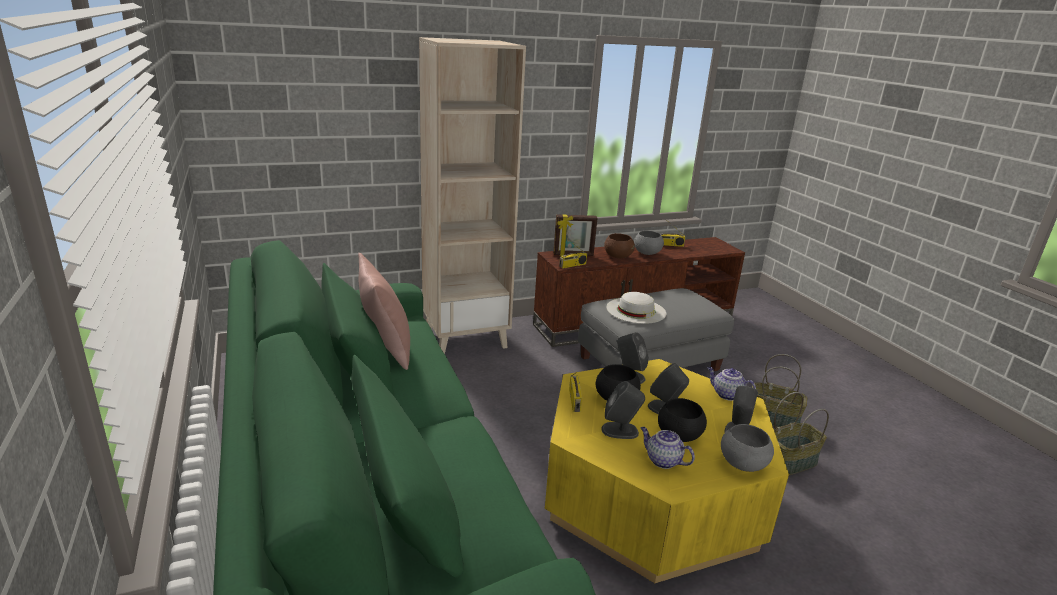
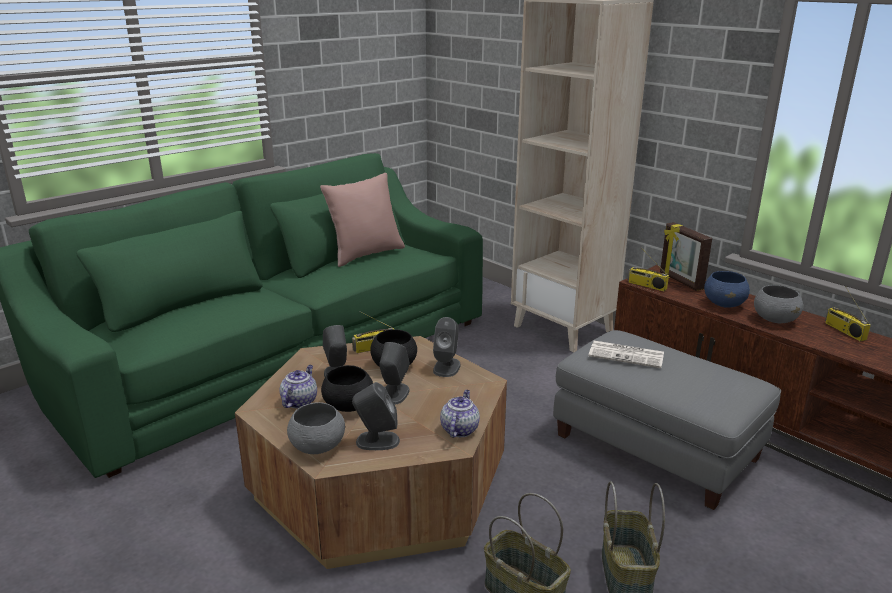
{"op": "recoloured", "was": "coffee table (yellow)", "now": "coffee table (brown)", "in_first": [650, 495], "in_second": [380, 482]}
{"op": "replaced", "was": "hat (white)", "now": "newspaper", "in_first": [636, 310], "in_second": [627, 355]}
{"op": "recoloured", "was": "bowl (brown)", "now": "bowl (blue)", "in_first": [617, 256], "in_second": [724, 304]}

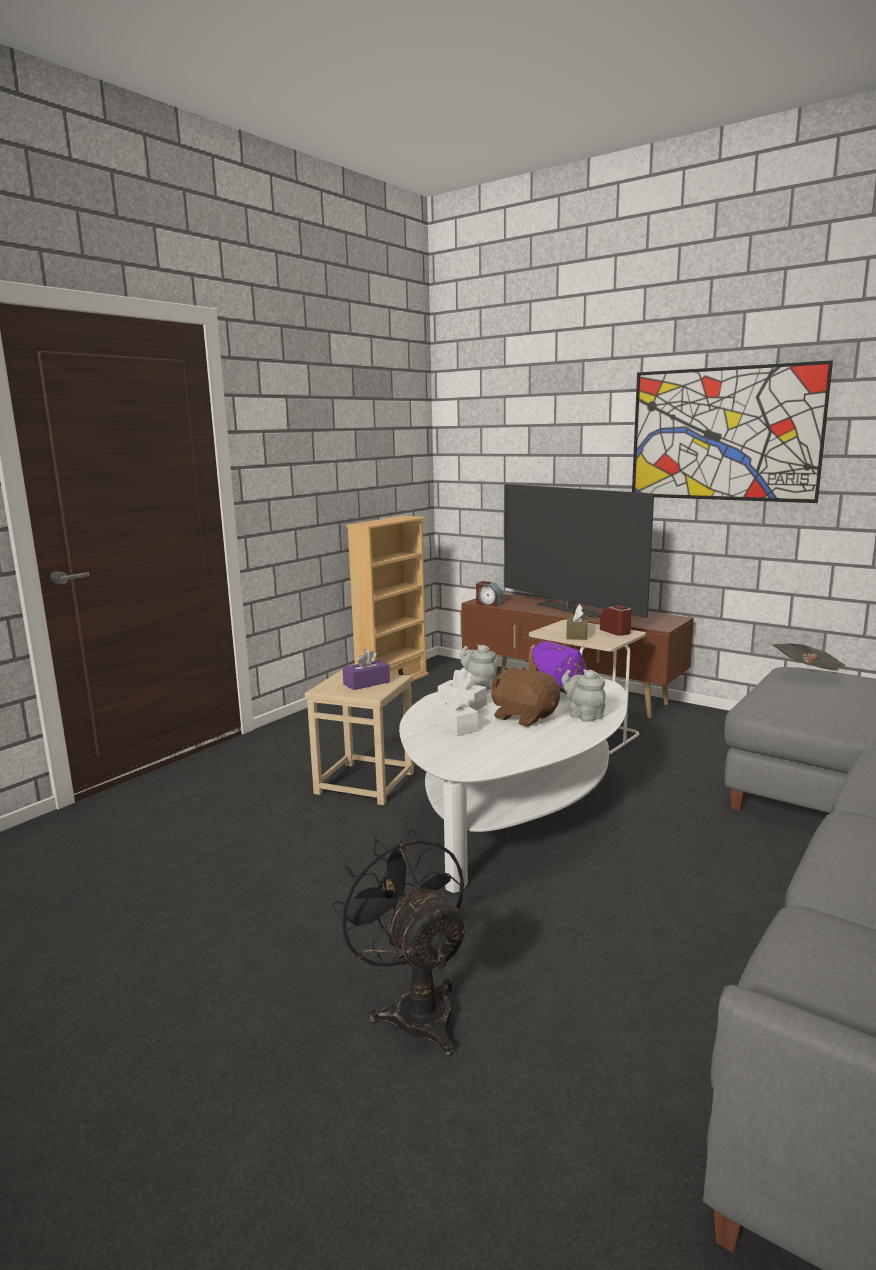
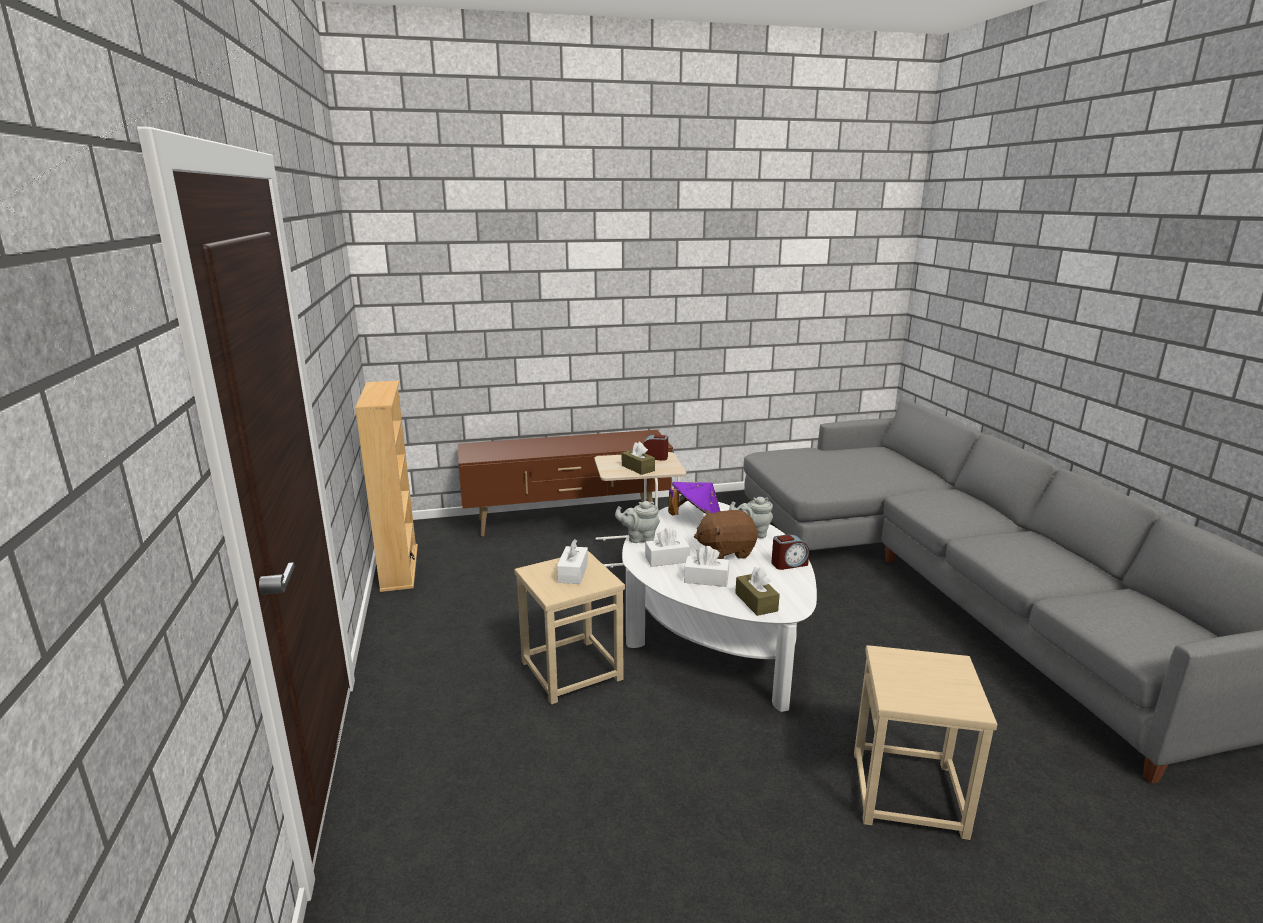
{"op": "recoloured", "was": "tissue box (purple)", "now": "tissue box (white)", "in_first": [366, 683], "in_second": [573, 573]}
{"op": "added", "now": "tissue box (brown)", "in_second": [756, 602]}
{"op": "moved", "was": "alarm clock", "in_first": [488, 604], "in_second": [789, 564]}
{"op": "replaced", "was": "fan (black)", "now": "stool (beige)", "in_first": [415, 1008], "in_second": [909, 793]}
{"op": "removed", "was": "television", "in_first": [570, 610]}
{"op": "removed", "was": "picture", "in_first": [723, 434]}
{"op": "removed", "was": "newspaper", "in_first": [809, 675]}

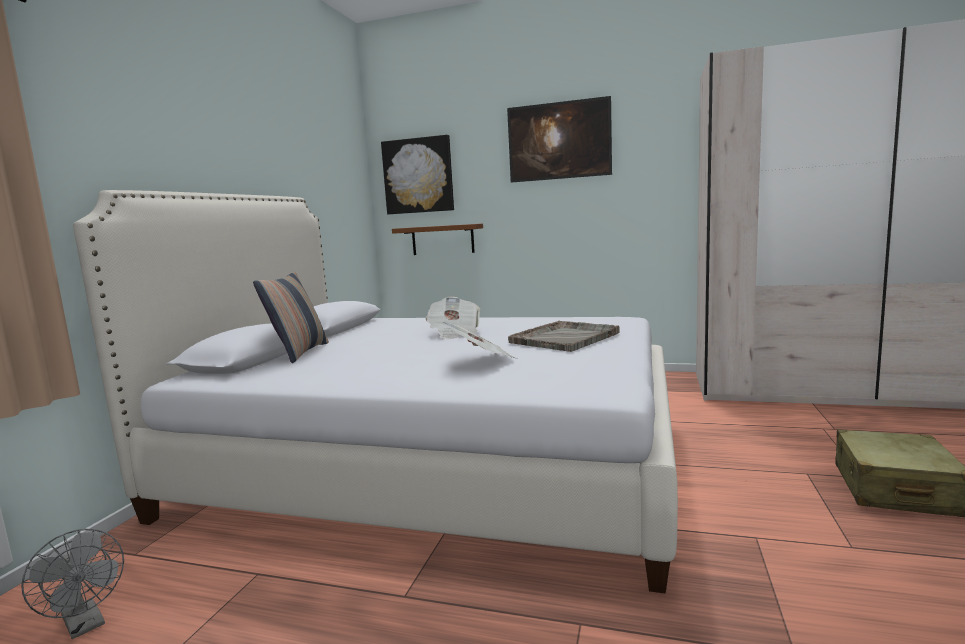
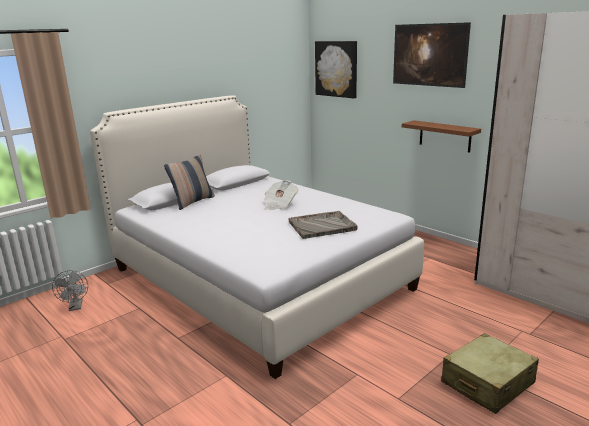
{"op": "moved", "was": "shelf (brown)", "in_first": [442, 239], "in_second": [445, 136]}
{"op": "removed", "was": "newspaper", "in_first": [480, 359]}

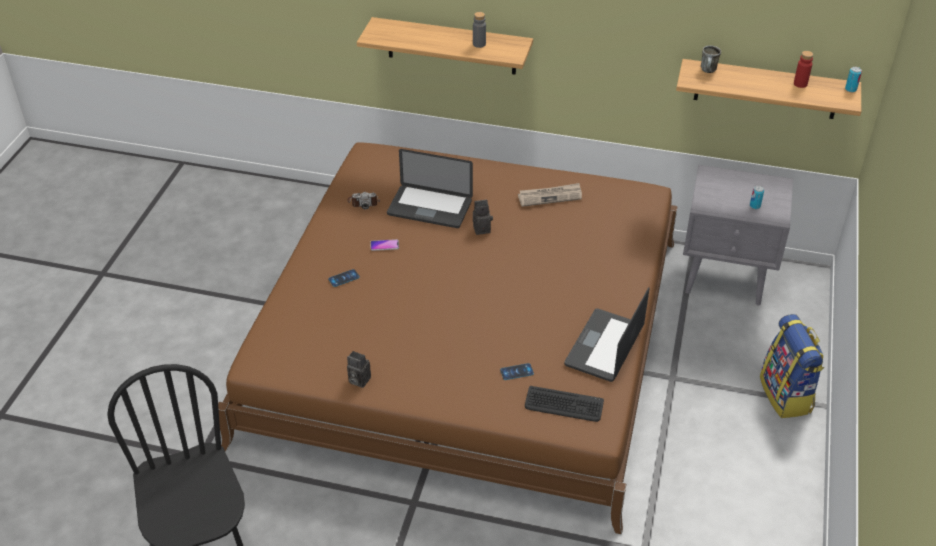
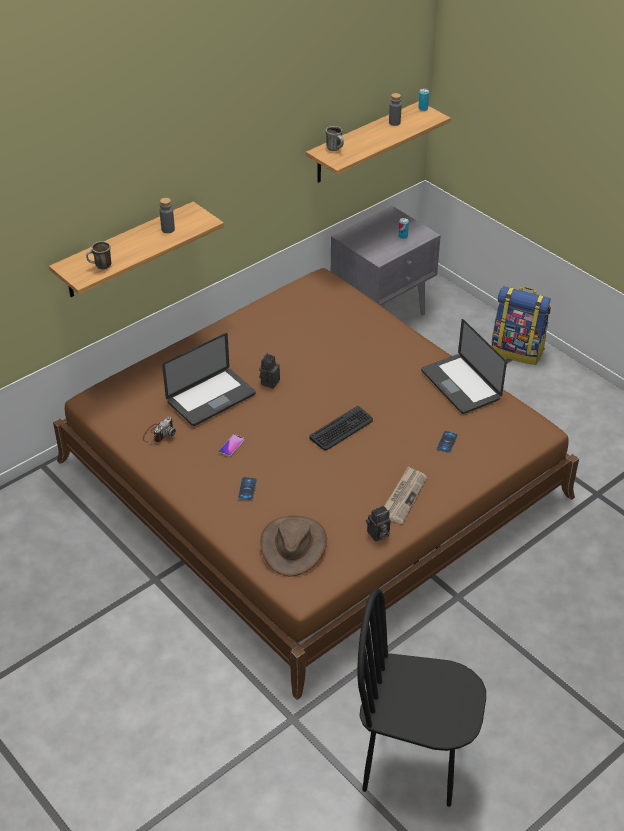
{"op": "added", "now": "mug", "in_second": [100, 266]}
{"op": "added", "now": "hat (brown)", "in_second": [293, 545]}
{"op": "moved", "was": "keyboard", "in_first": [564, 405], "in_second": [341, 429]}
{"op": "moved", "was": "newspaper", "in_first": [550, 196], "in_second": [403, 496]}
{"op": "recoloured", "was": "bottle (red)", "now": "bottle (grey)", "in_first": [800, 84], "in_second": [394, 123]}

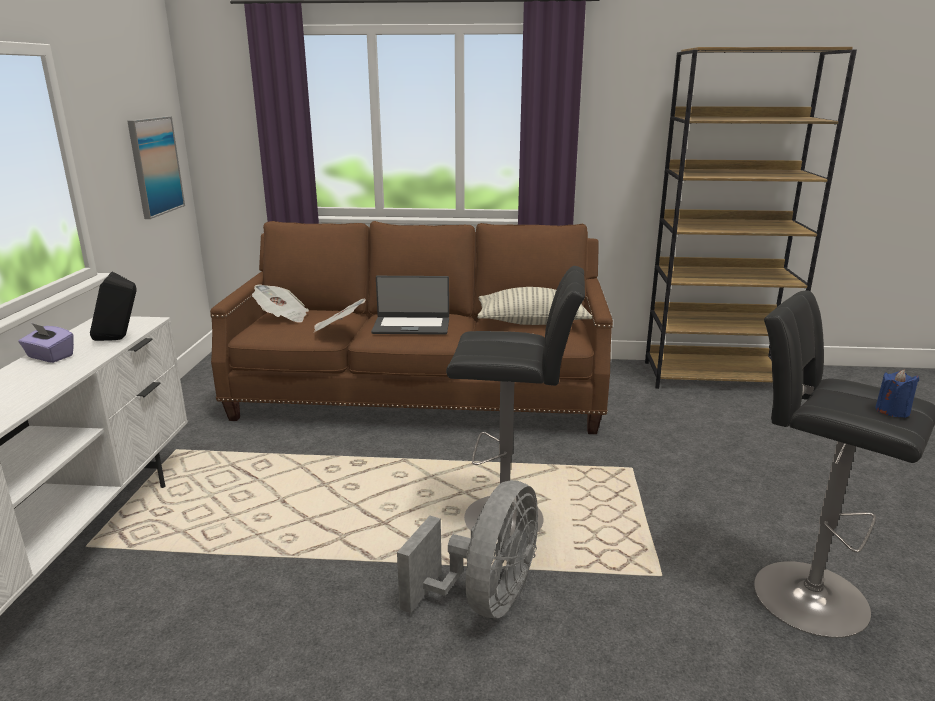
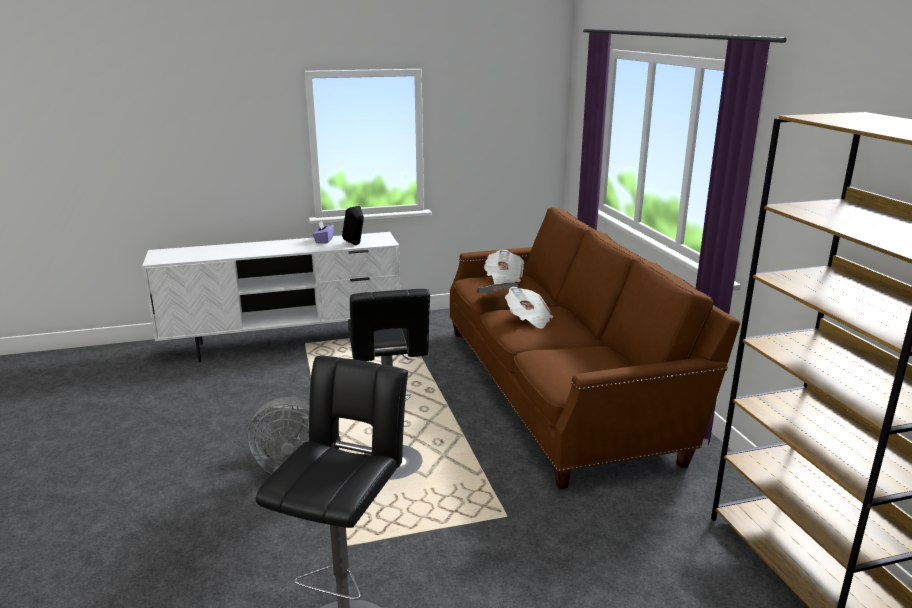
{"op": "replaced", "was": "laptop", "now": "newspaper", "in_first": [411, 326], "in_second": [528, 319]}
{"op": "removed", "was": "picture", "in_first": [155, 166]}
{"op": "removed", "was": "pillow", "in_first": [532, 322]}
{"op": "removed", "was": "candle (blue)", "in_first": [892, 411]}

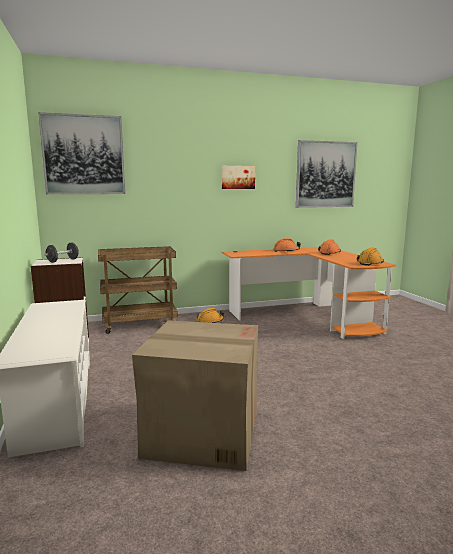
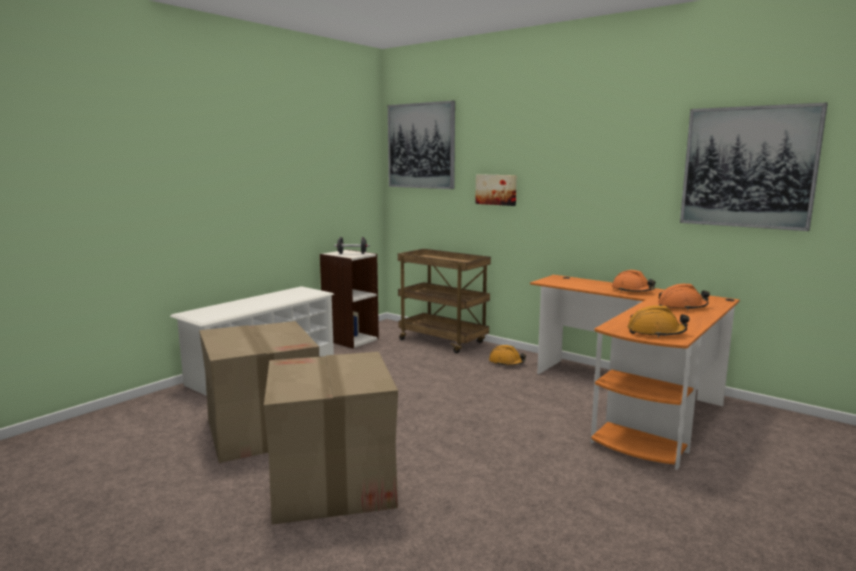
{"op": "added", "now": "cardboard box", "in_second": [332, 483]}
{"op": "moved", "was": "picture", "in_first": [238, 177], "in_second": [496, 189]}

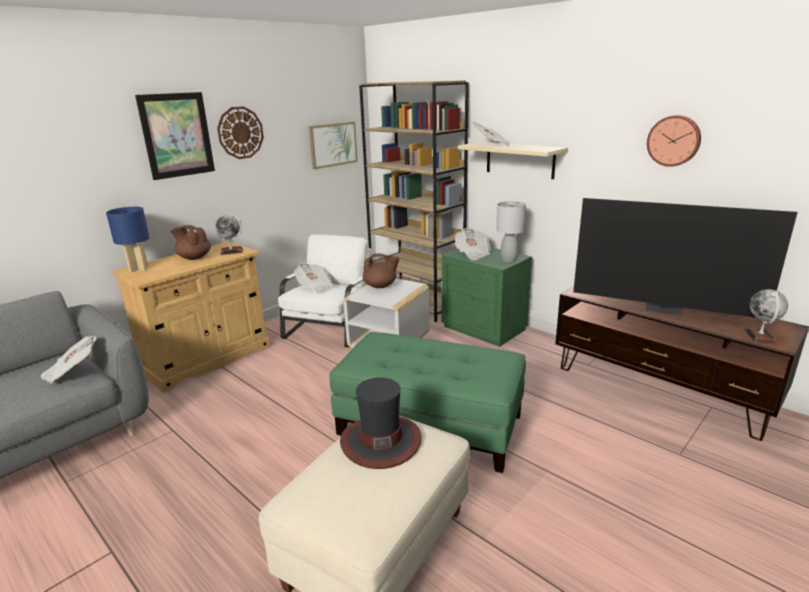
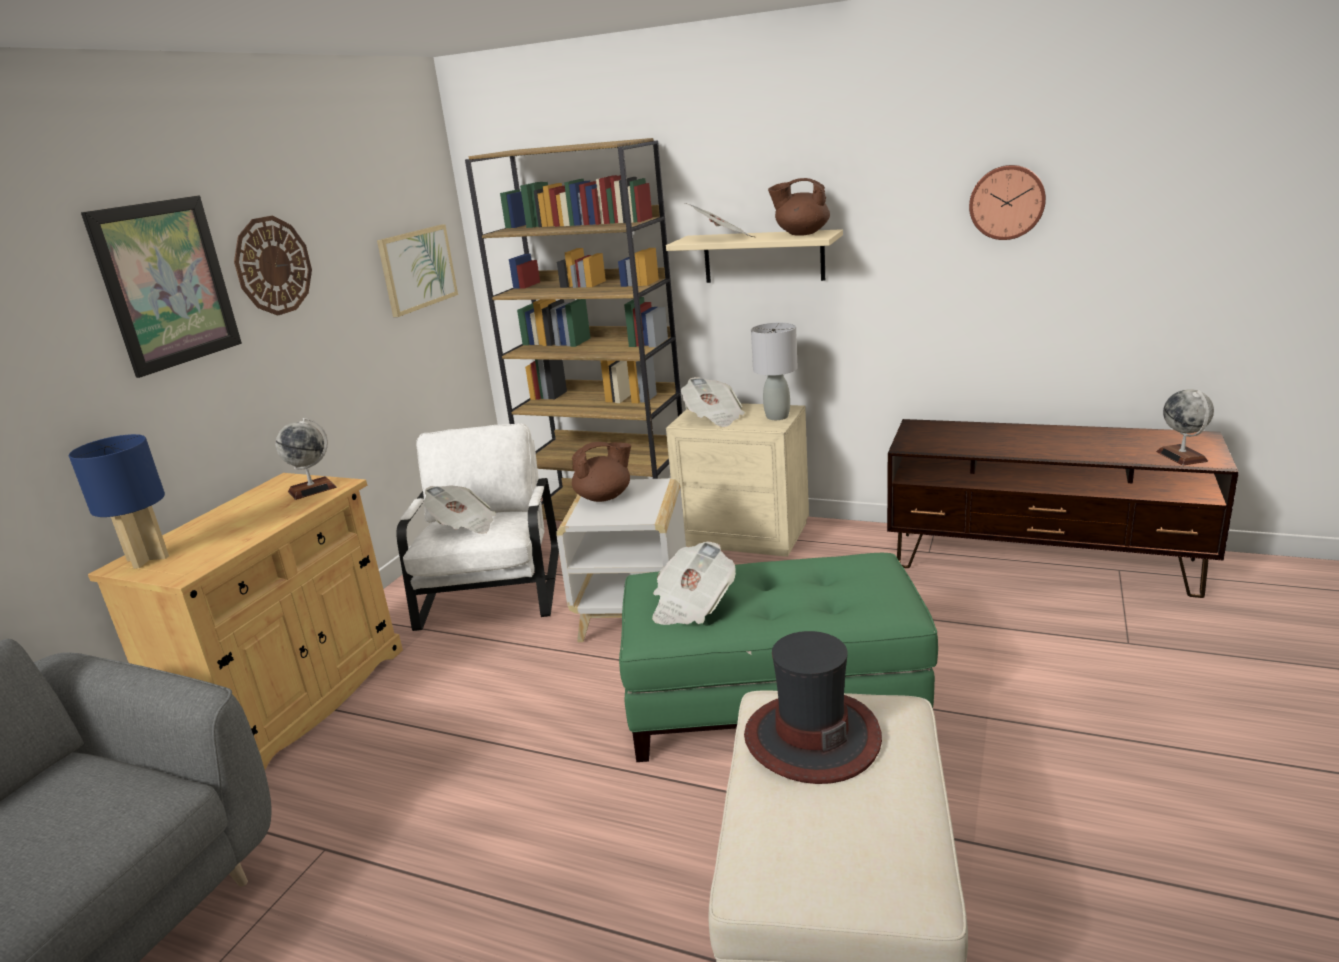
{"op": "moved", "was": "newspaper", "in_first": [72, 372], "in_second": [691, 606]}
{"op": "recoloured", "was": "nightstand (green)", "now": "nightstand (beige)", "in_first": [484, 328], "in_second": [744, 534]}
{"op": "moved", "was": "teapot (brown)", "in_first": [194, 257], "in_second": [801, 234]}
{"op": "removed", "was": "television", "in_first": [664, 308]}

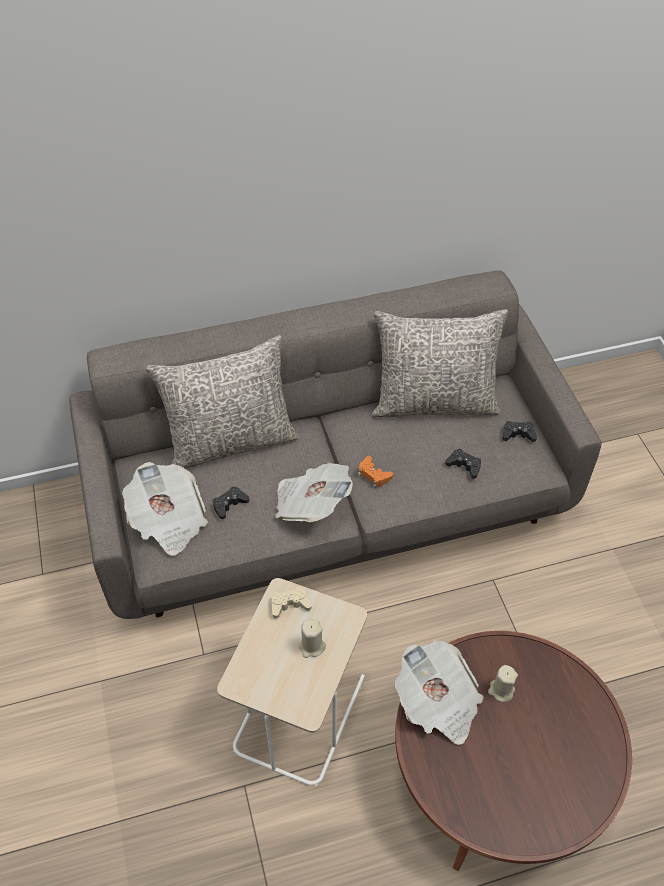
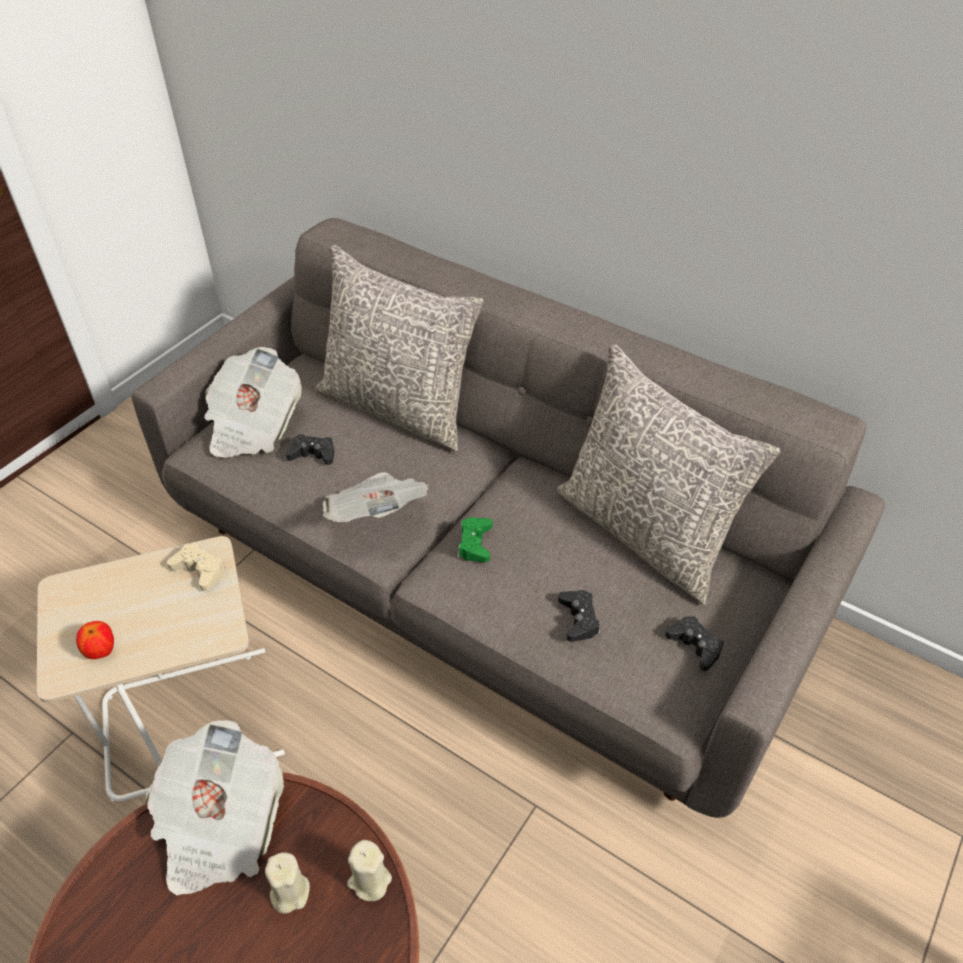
{"op": "added", "now": "apple", "in_second": [101, 651]}
{"op": "moved", "was": "candle (beige)", "in_first": [311, 646], "in_second": [369, 881]}
{"op": "recoloured", "was": "game controller (orange)", "now": "game controller (green)", "in_first": [373, 475], "in_second": [475, 543]}

